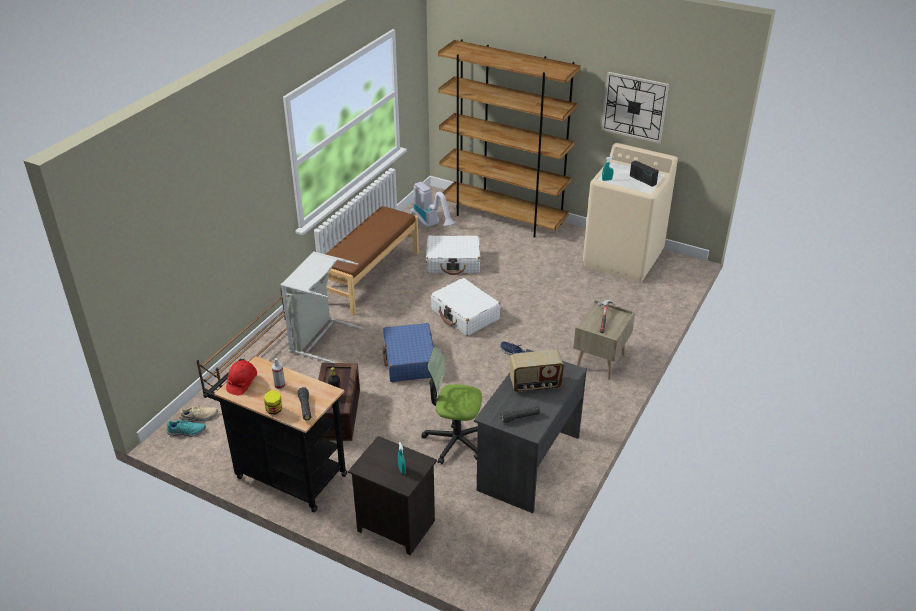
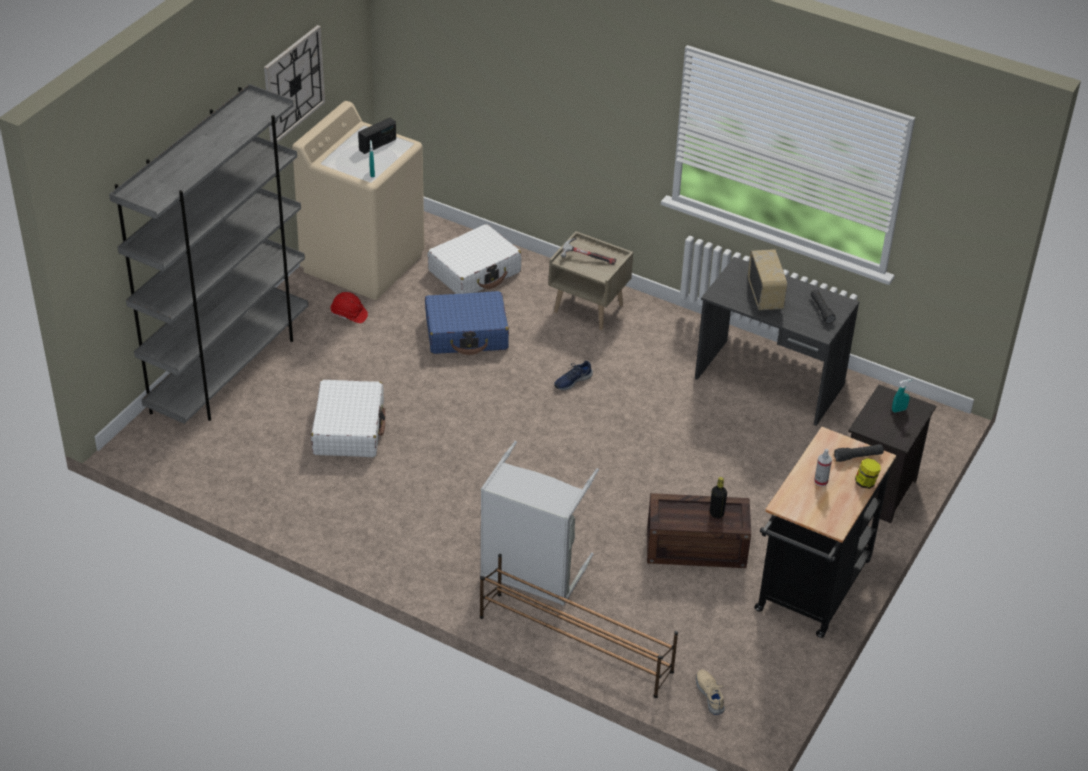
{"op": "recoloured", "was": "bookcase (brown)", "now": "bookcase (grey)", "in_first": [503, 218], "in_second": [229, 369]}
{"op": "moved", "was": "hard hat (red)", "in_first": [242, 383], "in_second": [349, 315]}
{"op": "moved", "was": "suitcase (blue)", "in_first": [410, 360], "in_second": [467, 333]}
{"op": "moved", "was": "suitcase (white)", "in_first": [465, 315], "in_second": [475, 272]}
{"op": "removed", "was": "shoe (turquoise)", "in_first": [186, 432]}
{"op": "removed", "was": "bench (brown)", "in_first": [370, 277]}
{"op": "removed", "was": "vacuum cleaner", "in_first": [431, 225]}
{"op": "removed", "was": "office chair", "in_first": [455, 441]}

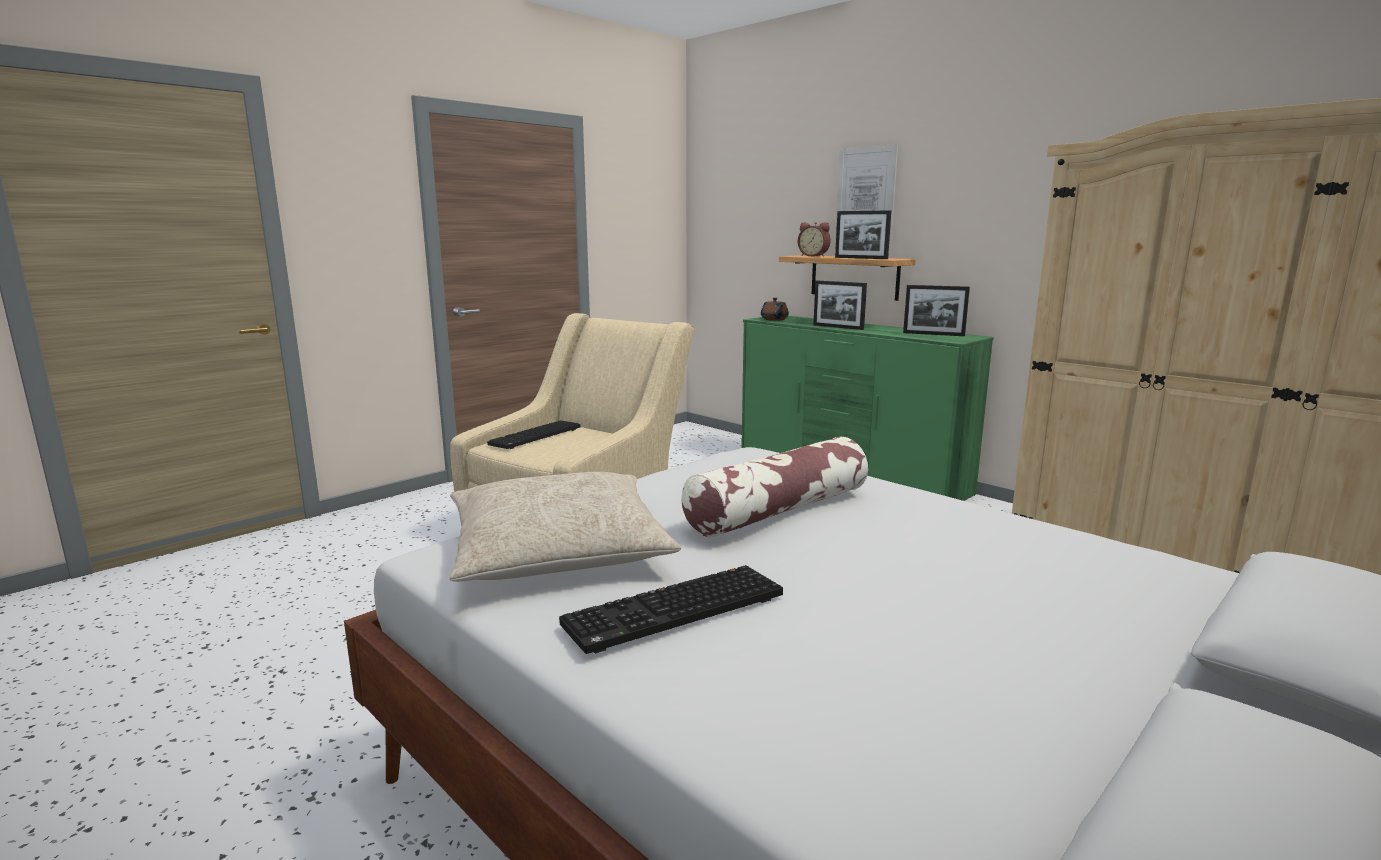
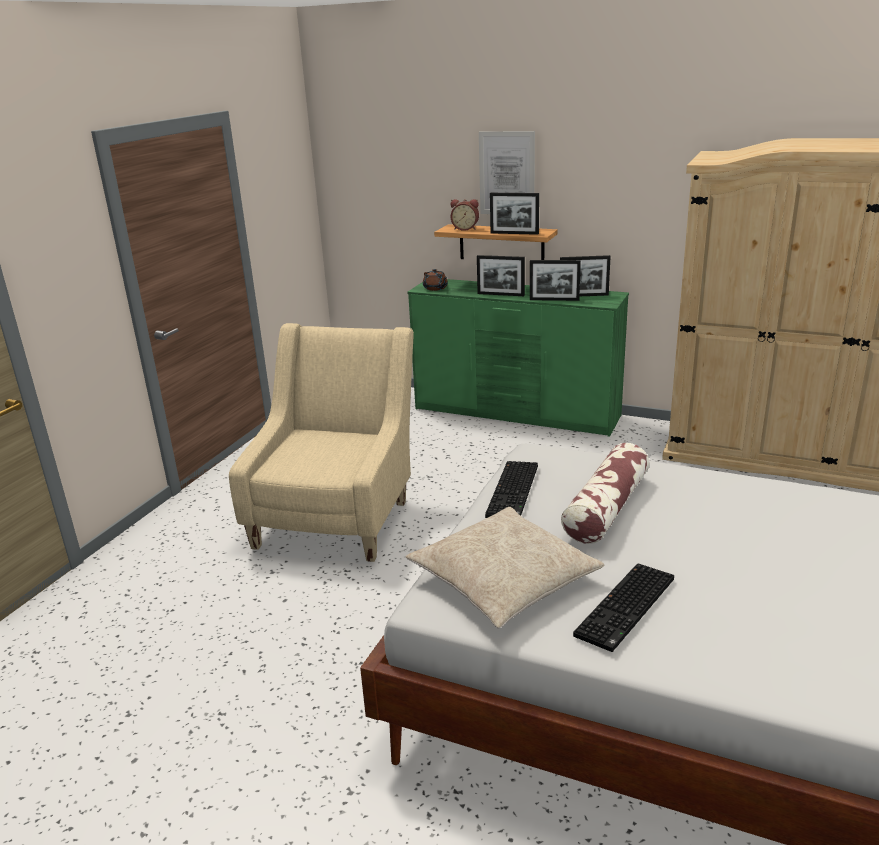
{"op": "moved", "was": "keyboard", "in_first": [536, 437], "in_second": [514, 492]}
{"op": "added", "now": "picture frame", "in_second": [554, 300]}

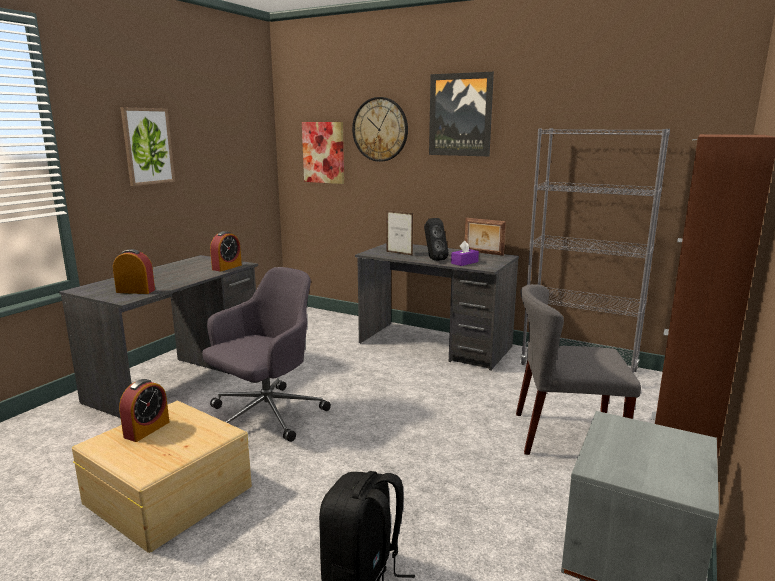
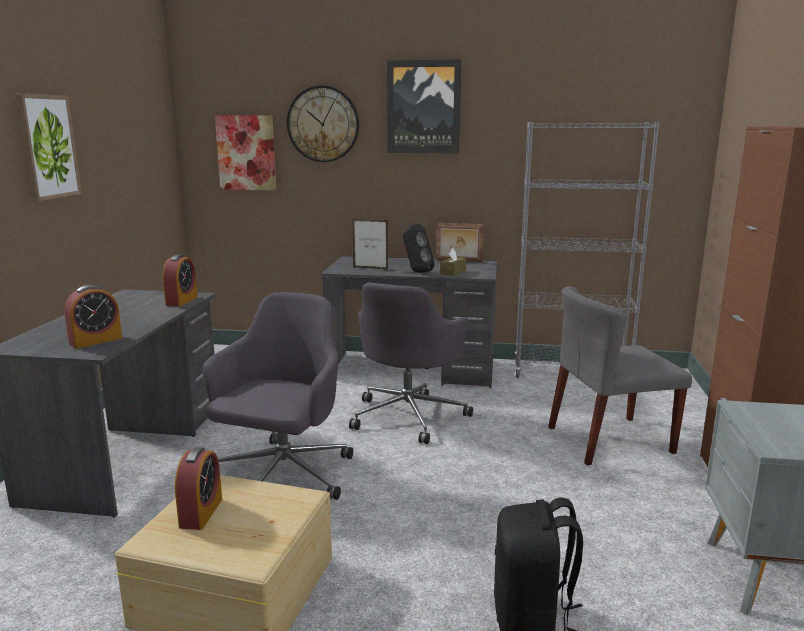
{"op": "turned", "was": "alarm clock", "in_first": [135, 291], "in_second": [96, 341], "clockwise": 150}
{"op": "added", "now": "office chair (grey)", "in_second": [409, 415]}
{"op": "recoloured", "was": "tissue box (purple)", "now": "tissue box (brown)", "in_first": [464, 262], "in_second": [453, 272]}

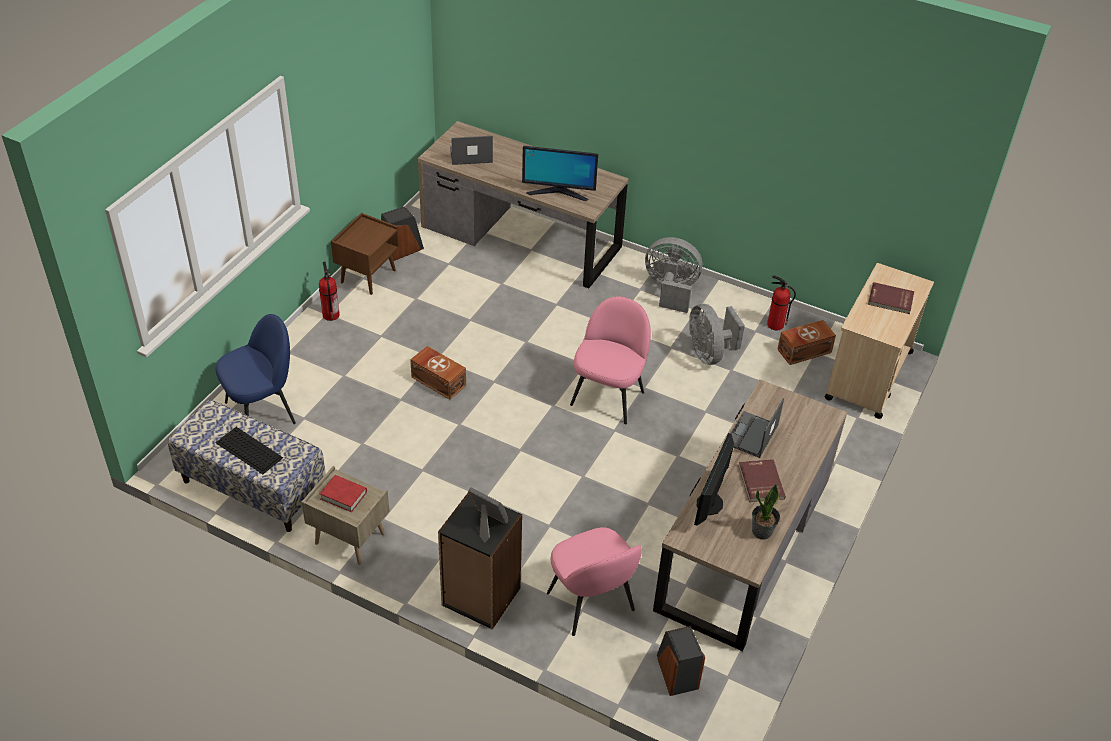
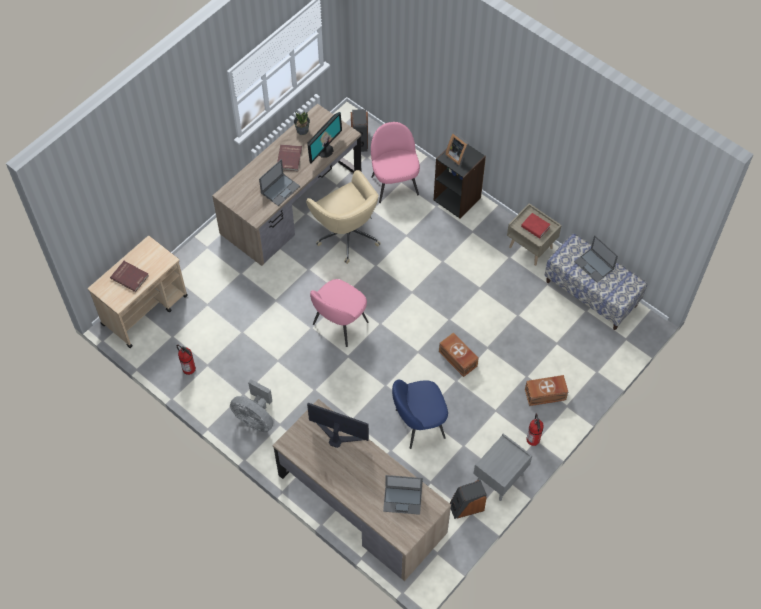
{"op": "added", "now": "office chair (beige)", "in_second": [347, 234]}
{"op": "moved", "was": "chair (blue)", "in_first": [262, 412], "in_second": [418, 424]}
{"op": "recoloured", "was": "nightstand (brown)", "now": "nightstand (grey)", "in_first": [368, 276], "in_second": [500, 479]}
{"op": "moved", "was": "storage box (brown)", "in_first": [803, 350], "in_second": [546, 395]}
{"op": "replaced", "was": "keyboard", "now": "laptop", "in_first": [248, 450], "in_second": [594, 265]}
{"op": "removed", "was": "fan (grey)", "in_first": [709, 353]}

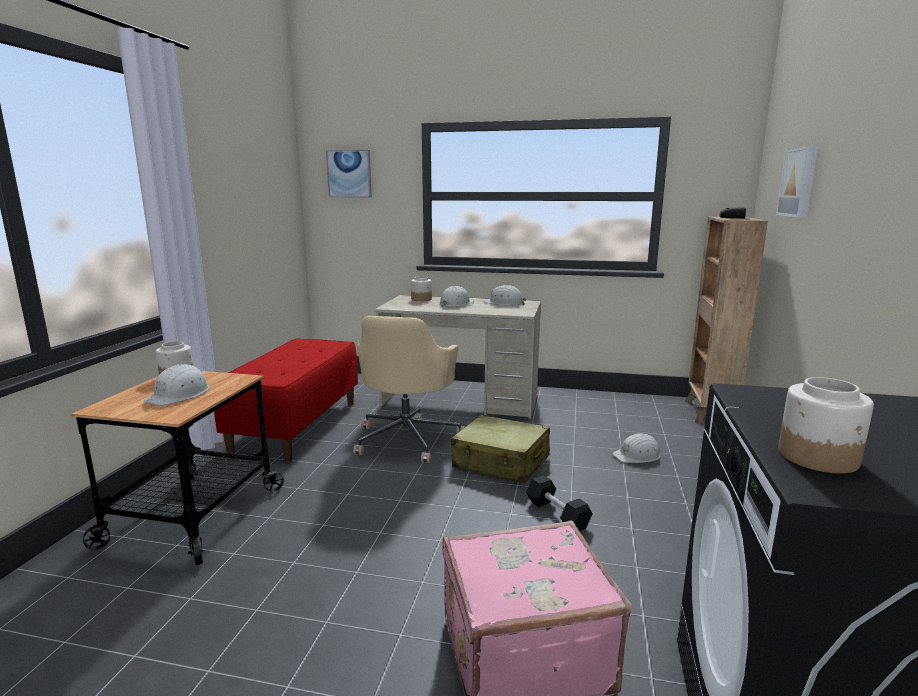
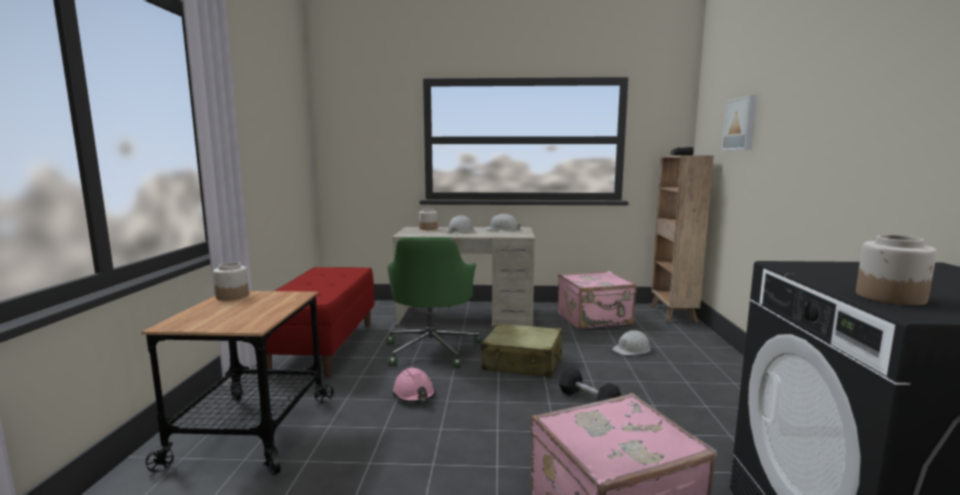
{"op": "recoloured", "was": "office chair (beige)", "now": "office chair (green)", "in_first": [407, 438], "in_second": [432, 349]}
{"op": "added", "now": "hard hat (pink)", "in_second": [414, 394]}
{"op": "added", "now": "suitcase (pink)", "in_second": [595, 319]}
{"op": "removed", "was": "hard hat (white)", "in_first": [179, 394]}
{"op": "removed", "was": "picture", "in_first": [349, 174]}

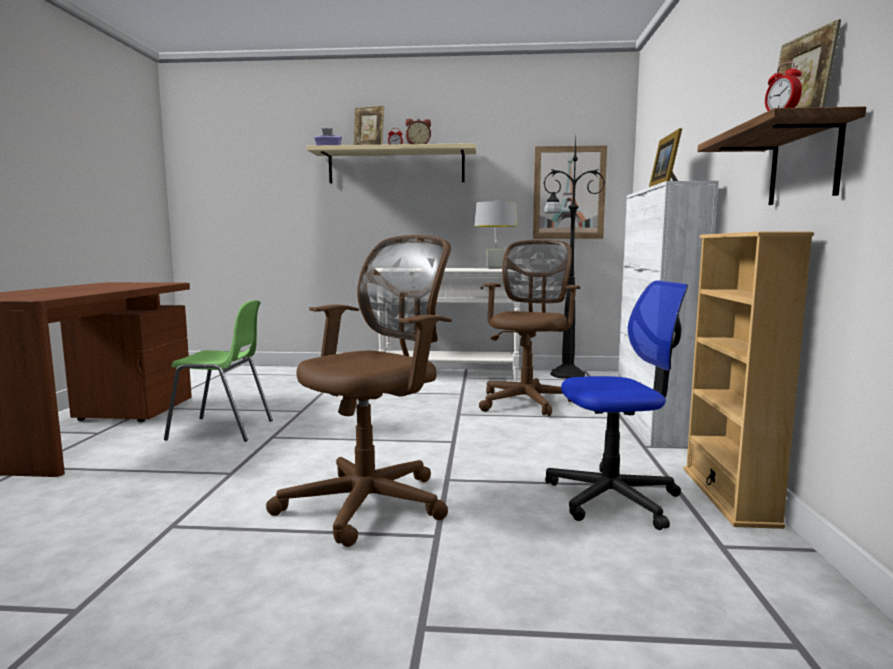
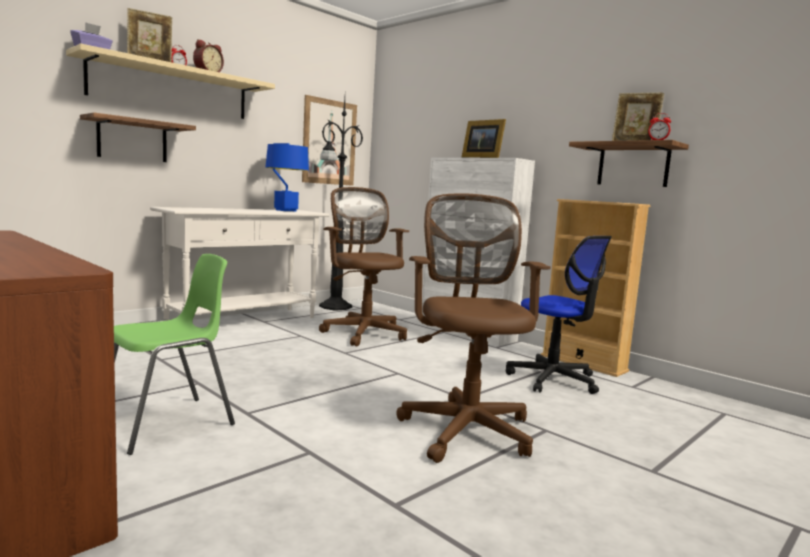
{"op": "added", "now": "shelf", "in_second": [132, 140]}
{"op": "recoloured", "was": "table lamp (grey)", "now": "table lamp (blue)", "in_first": [495, 268], "in_second": [286, 210]}
{"op": "turned", "was": "office chair", "in_first": [613, 498], "in_second": [553, 379], "clockwise": 105}

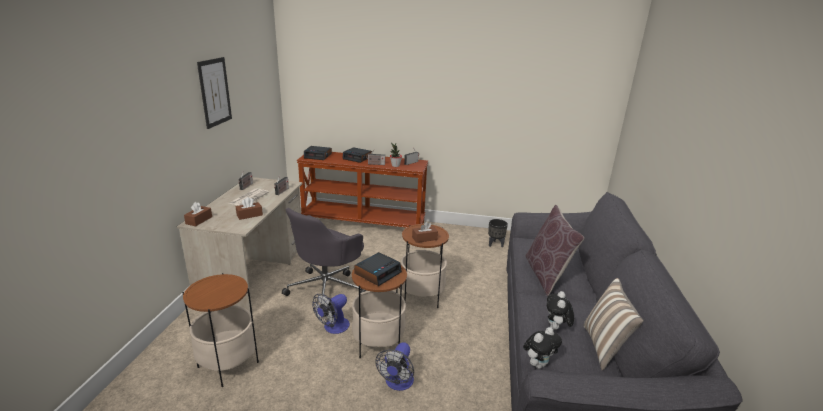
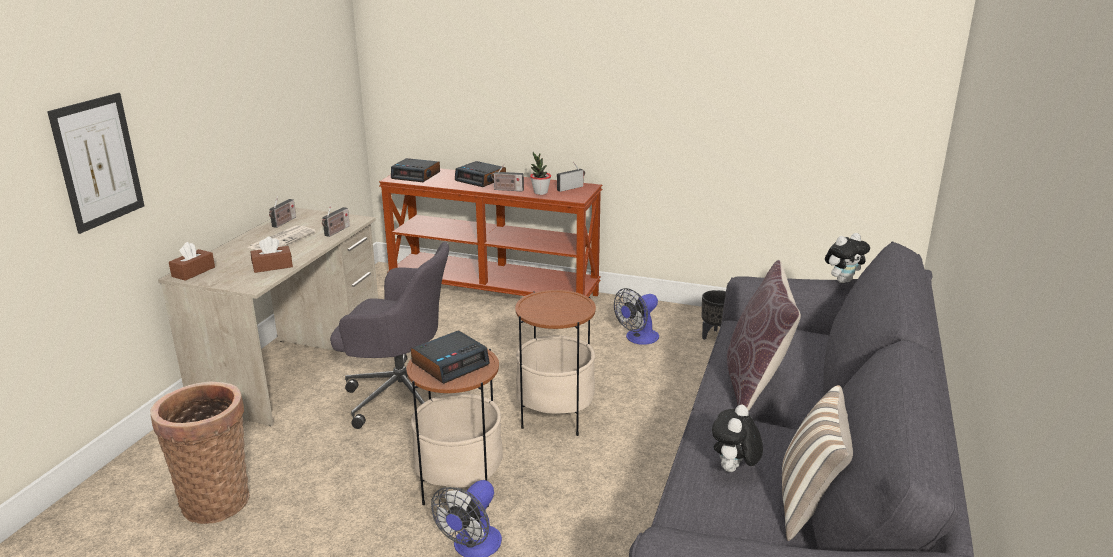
{"op": "moved", "was": "picture", "in_first": [215, 92], "in_second": [98, 162]}
{"op": "replaced", "was": "side table", "now": "basket", "in_first": [228, 364], "in_second": [216, 499]}
{"op": "turned", "was": "office chair (grey)", "in_first": [327, 289], "in_second": [401, 395], "clockwise": -120}
{"op": "moved", "was": "fan", "in_first": [333, 328], "in_second": [638, 338]}
{"op": "moved", "was": "plush toy", "in_first": [538, 364], "in_second": [843, 280]}
{"op": "removed", "was": "tissue box (brown)", "in_first": [424, 238]}

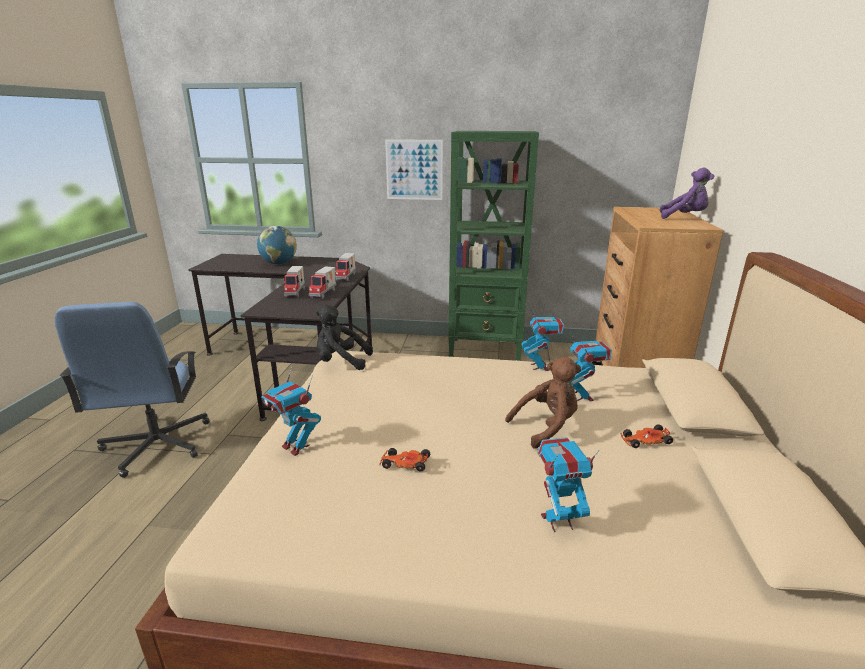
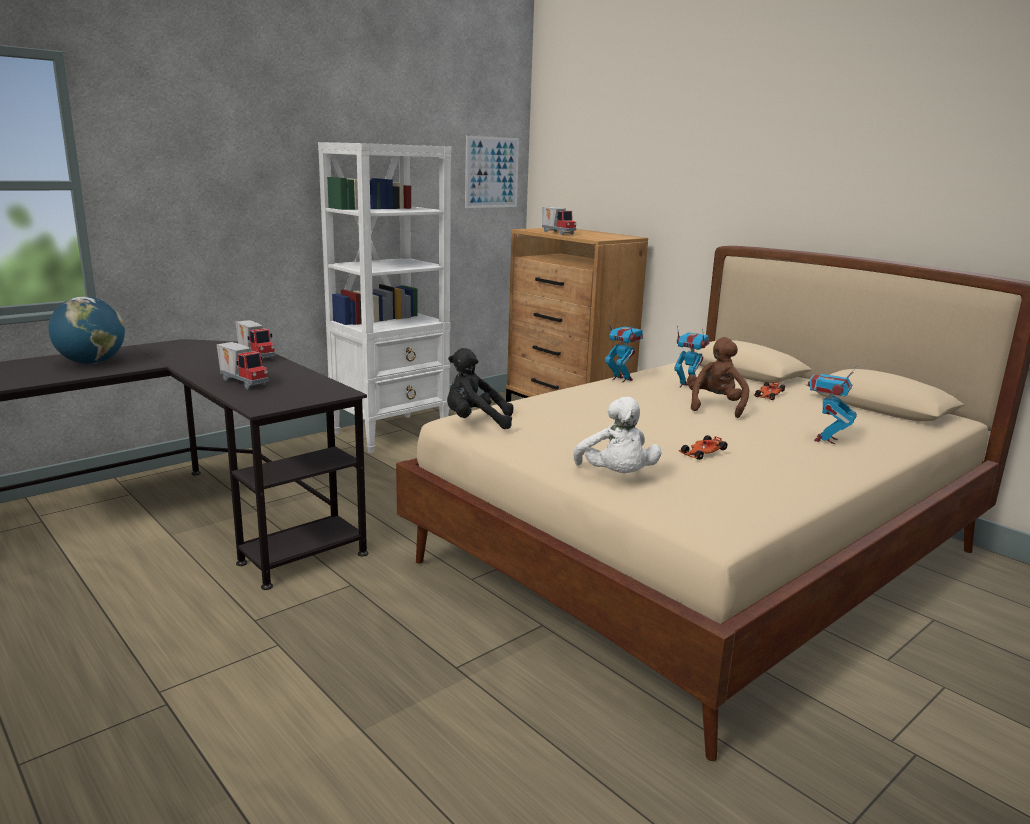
{"op": "recoloured", "was": "bookcase (green)", "now": "bookcase (white)", "in_first": [486, 351], "in_second": [391, 433]}
{"op": "turned", "was": "plush toy (black)", "in_first": [341, 362], "in_second": [476, 422], "clockwise": 45}
{"op": "moved", "was": "picture", "in_first": [414, 170], "in_second": [492, 172]}
{"op": "moved", "was": "toy truck", "in_first": [324, 293], "in_second": [558, 233]}
{"op": "replaced", "was": "toy robot", "now": "plush toy (white)", "in_first": [296, 447], "in_second": [616, 477]}
{"op": "removed", "was": "office chair (blue)", "in_first": [156, 445]}
{"op": "removed", "was": "plush toy (purple)", "in_first": [684, 217]}

